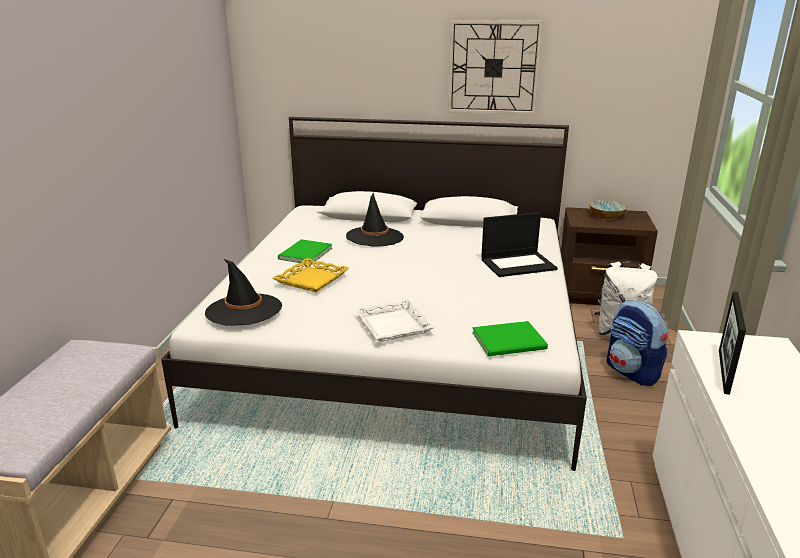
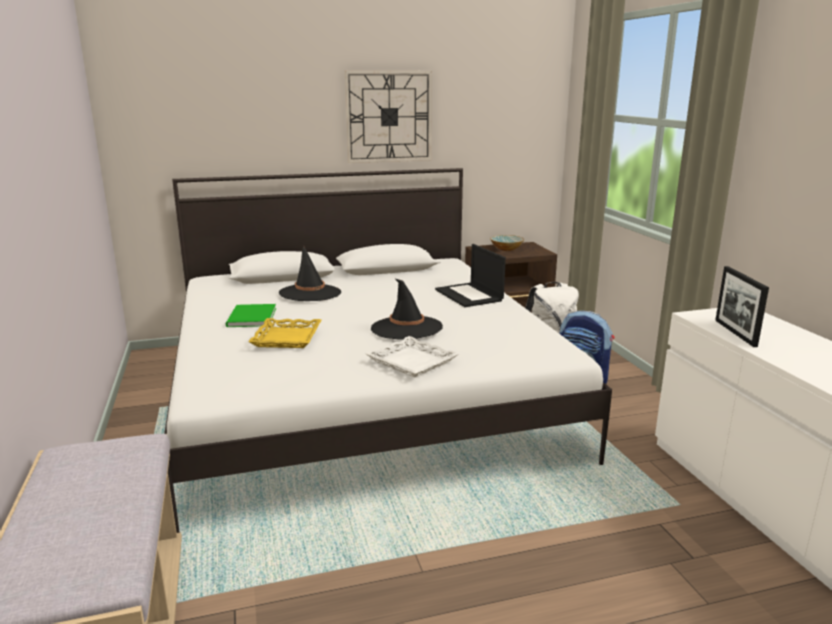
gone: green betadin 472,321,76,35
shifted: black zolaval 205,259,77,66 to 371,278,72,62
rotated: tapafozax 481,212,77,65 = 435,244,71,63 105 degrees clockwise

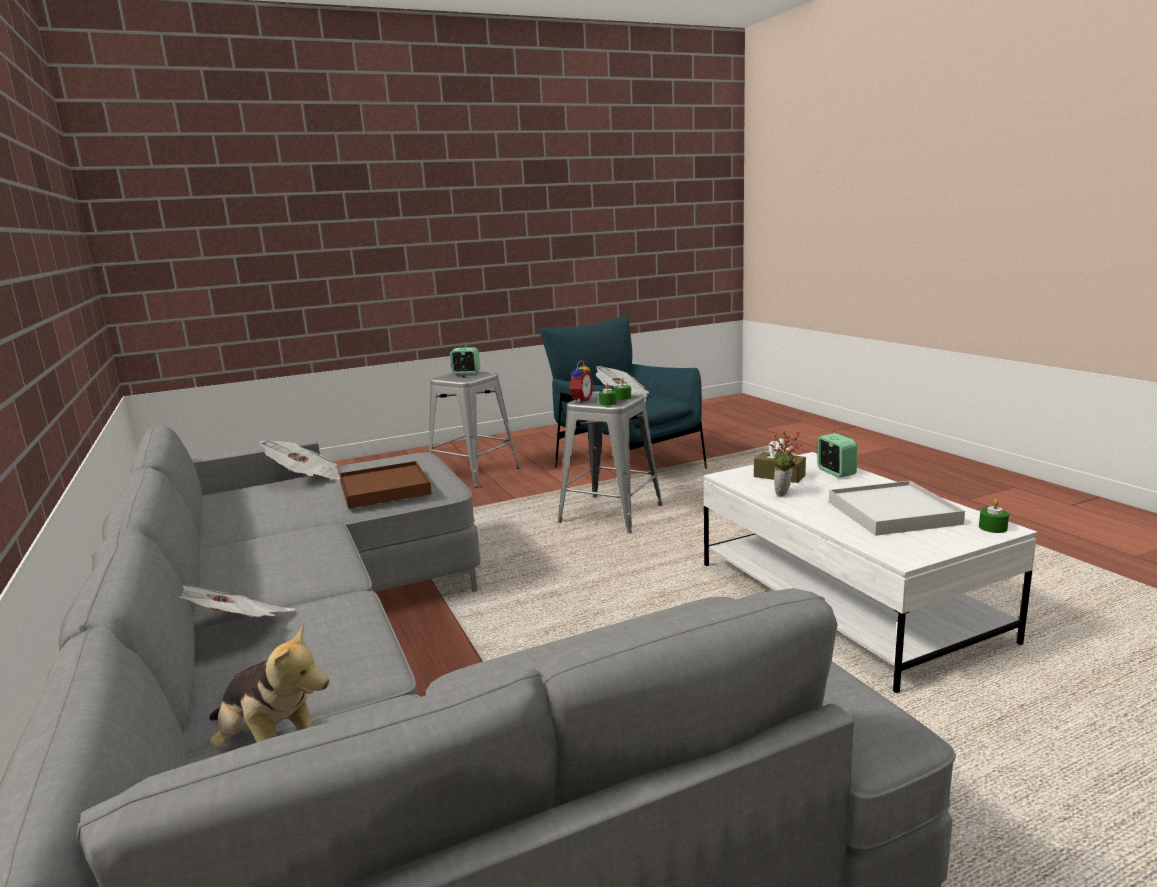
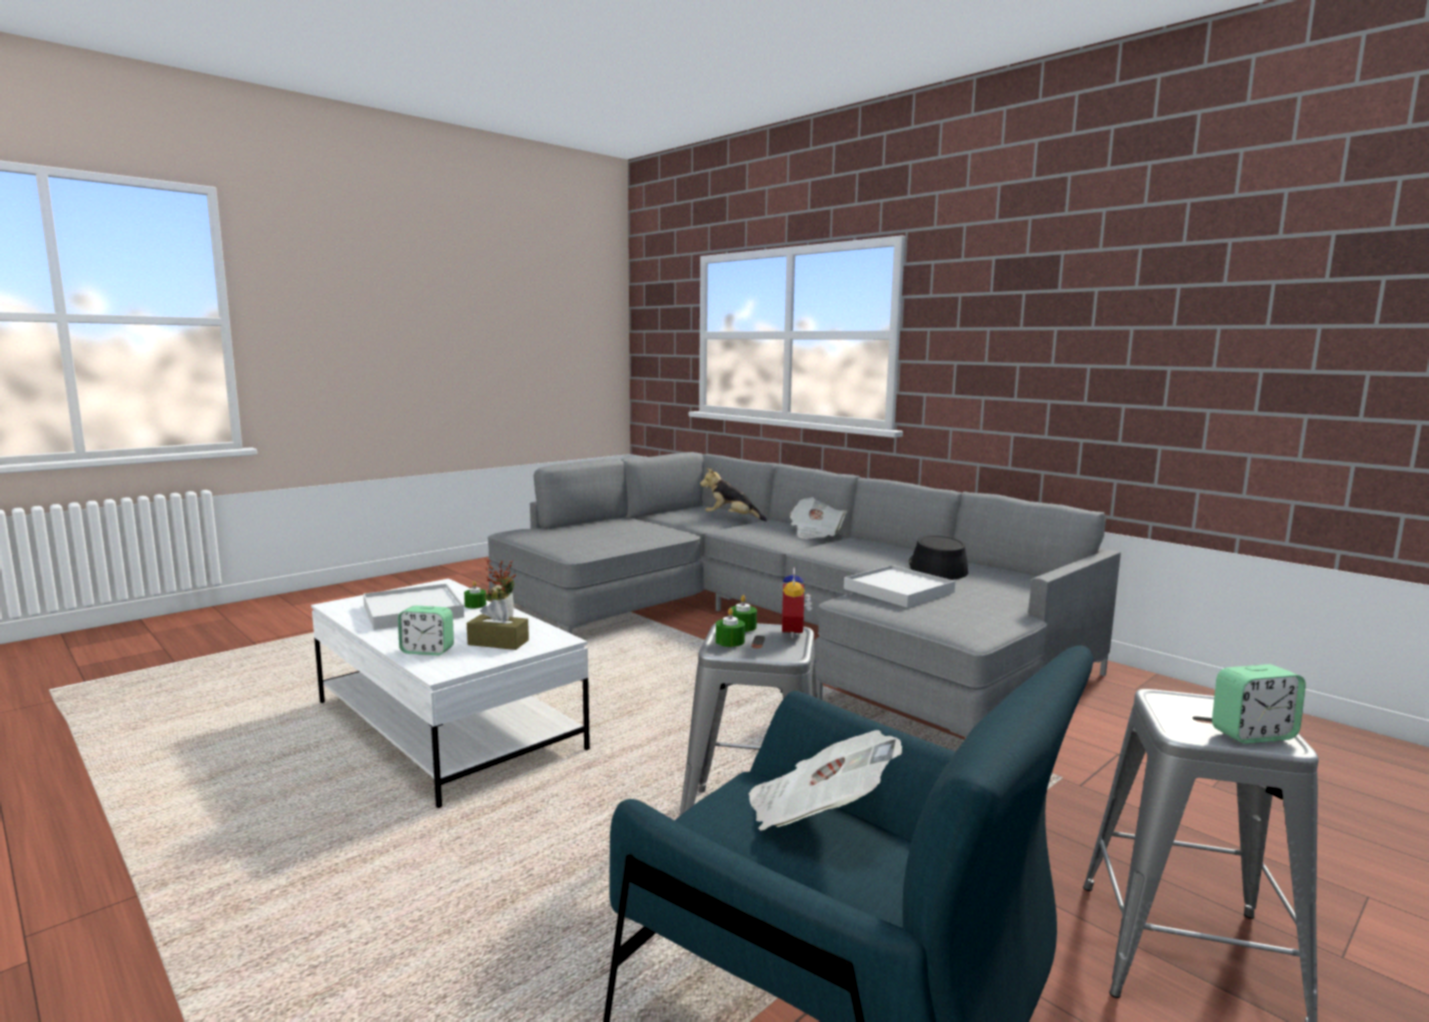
gone: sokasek 259,441,81,38
new: black zolaval 908,535,60,45
shifted: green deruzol 979,499,30,34 to 464,581,22,28
repainted: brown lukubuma 339,461,93,48 to white lukubuma 844,565,111,43
rotated: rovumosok 818,433,39,45 = 398,606,56,49 45 degrees counterclockwise

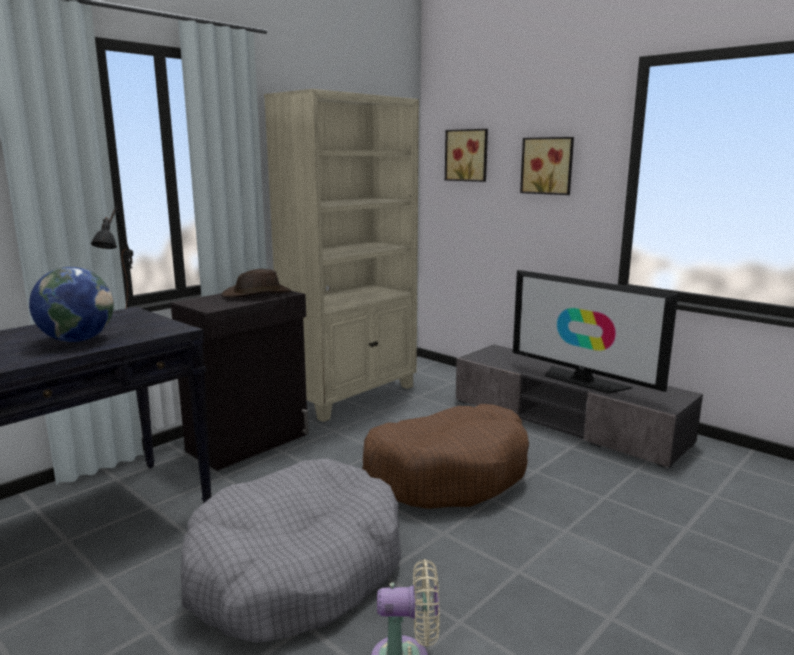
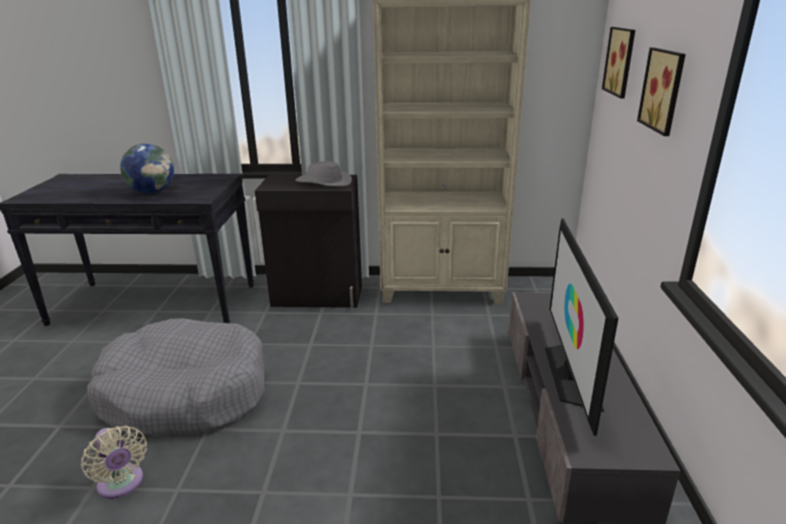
gone: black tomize 91,207,42,100; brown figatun 362,404,167,105
repainted: brown zolaval 221,269,70,29 to grey zolaval 296,161,56,25

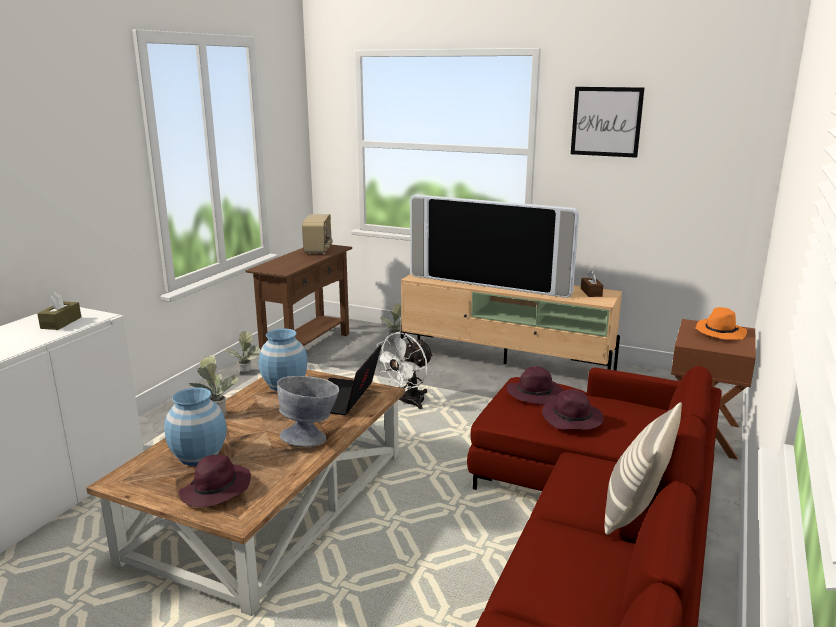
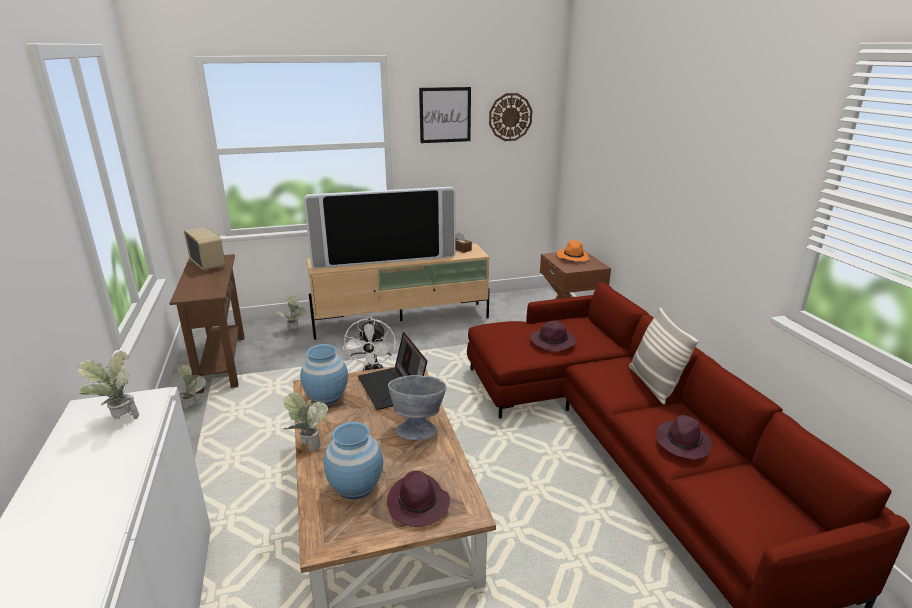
new: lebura 489,93,43,48
shifted: purple zolaval 507,366,57,39 to 656,415,56,44
swapped: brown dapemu 37,292,44,38 to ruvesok 78,351,61,69

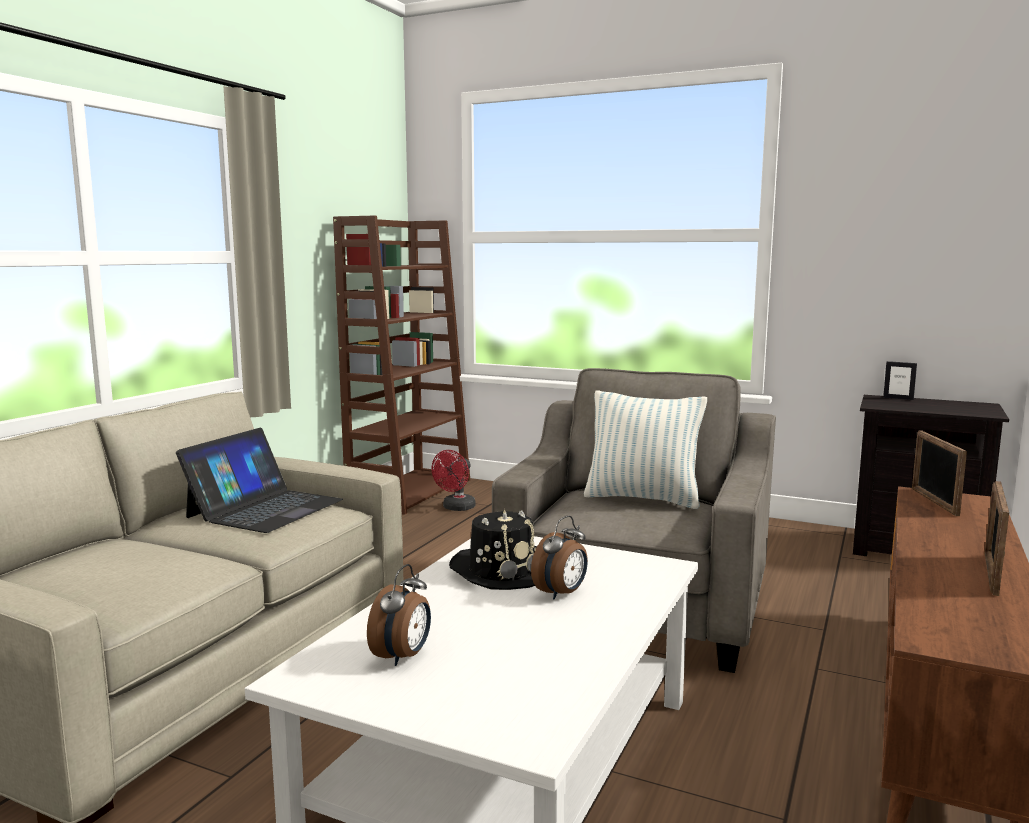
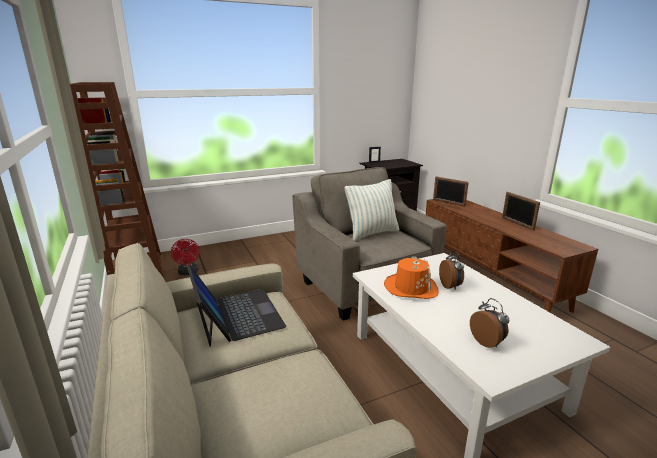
repainted: black zolaval 449,509,88,81 to orange zolaval 384,256,55,43

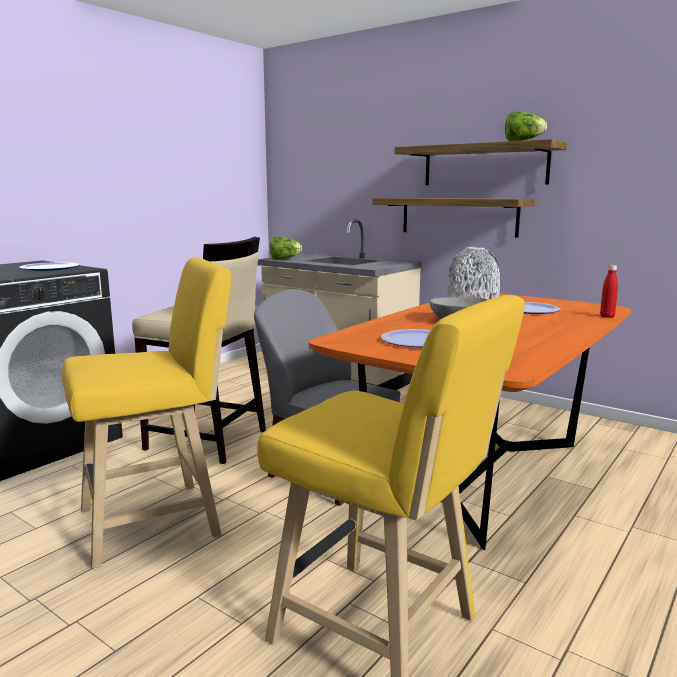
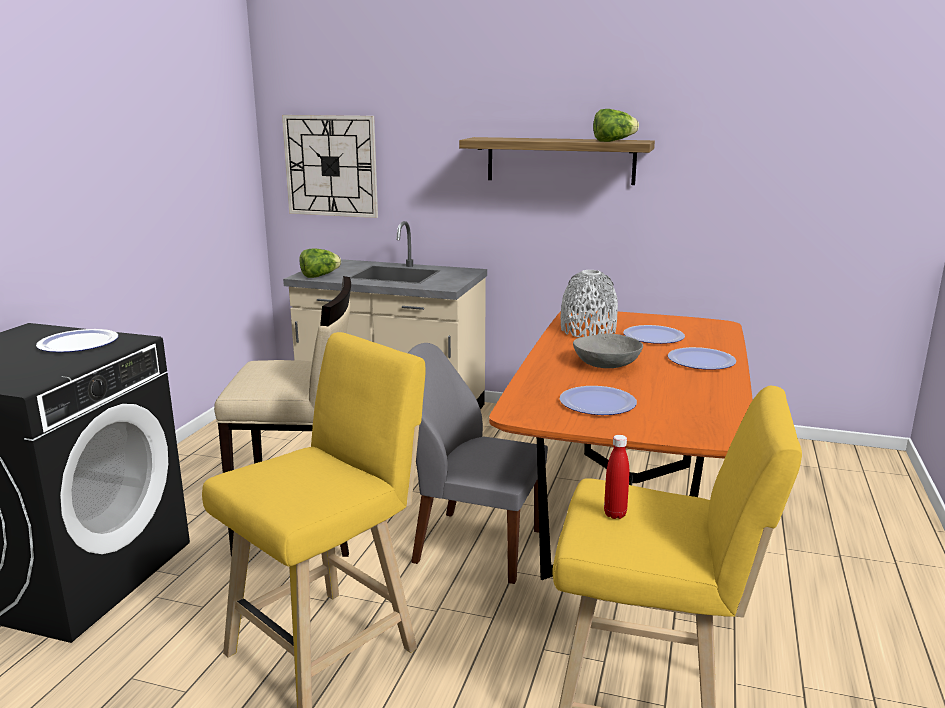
gone: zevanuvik 373,198,162,40
new: lebura 282,115,96,103; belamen 668,347,68,23
shifted: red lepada 600,265,18,53 to 604,435,25,84

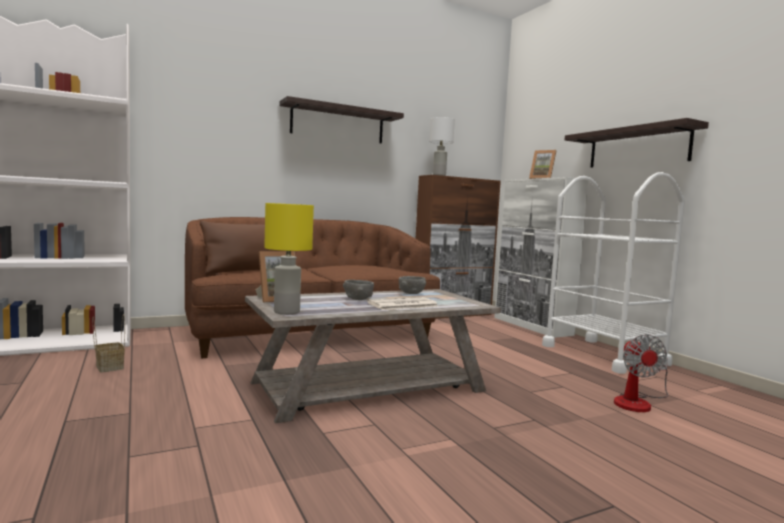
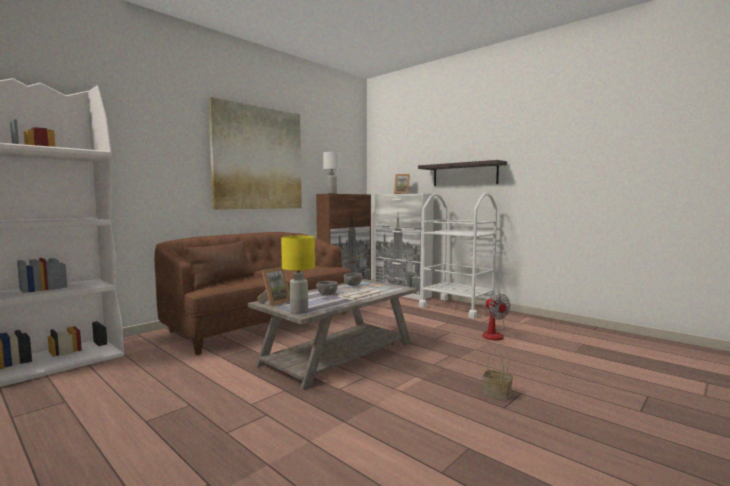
shifted: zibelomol 92,314,33,58 to 482,344,31,56
swapped: zevanuvik 279,96,125,48 to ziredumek 208,97,94,113

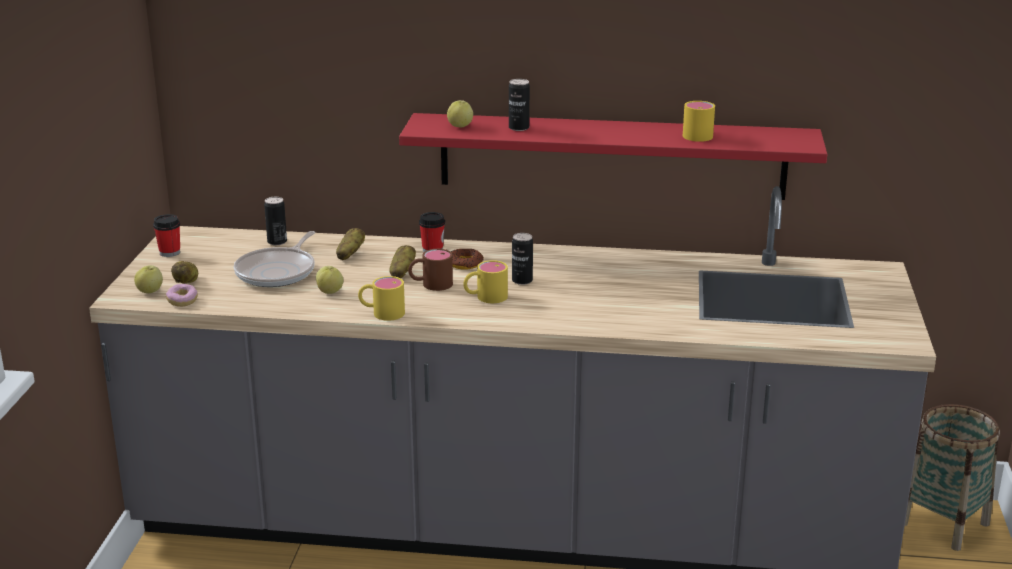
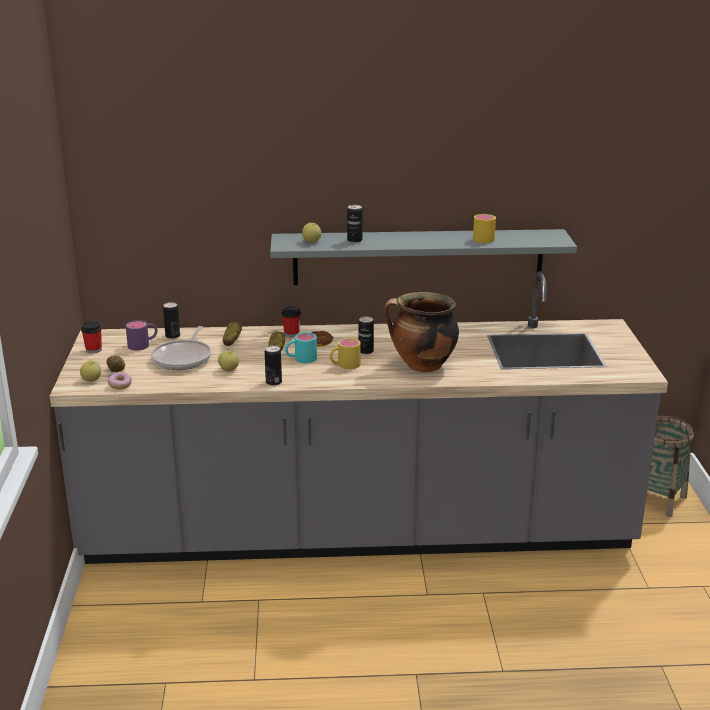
new: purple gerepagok 126,320,31,30; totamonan 384,292,75,80
swapped: yellow gerepagok 358,276,47,45 to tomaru 265,345,17,41
repainted: red zevanuvik 399,113,428,87 to grey zevanuvik 270,229,307,56; brown gerepagok 408,249,45,42 to turquoise gerepagok 285,332,32,31

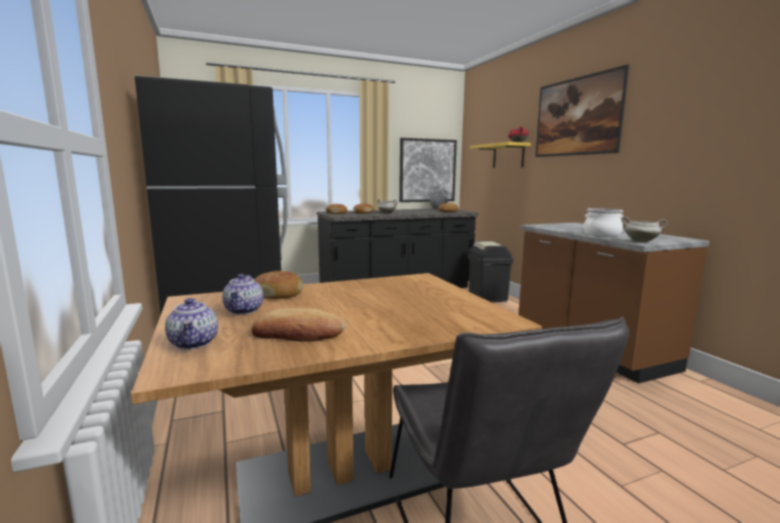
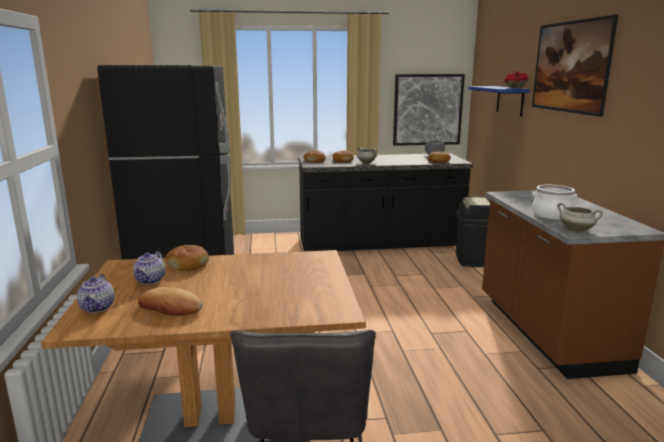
repainted: yellow zevanuvik 470,142,61,26 to blue zevanuvik 469,86,61,31

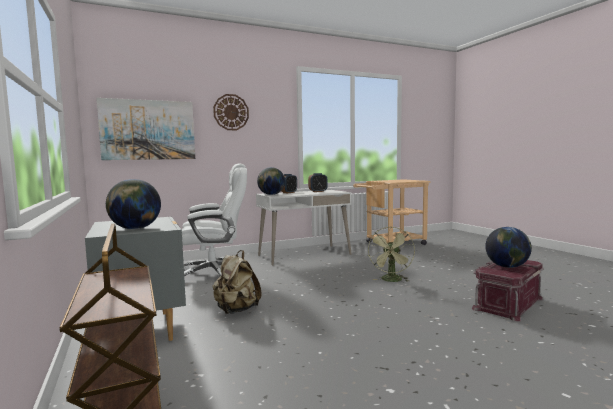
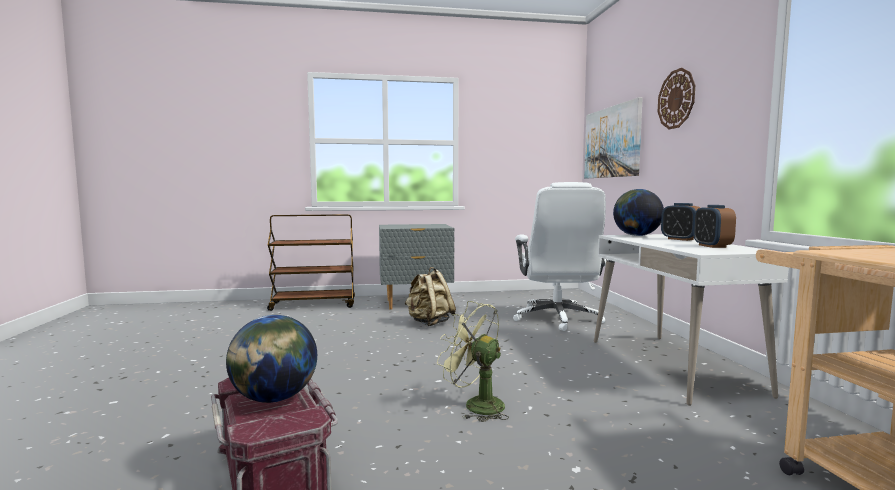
gone: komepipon 106,179,55,50

